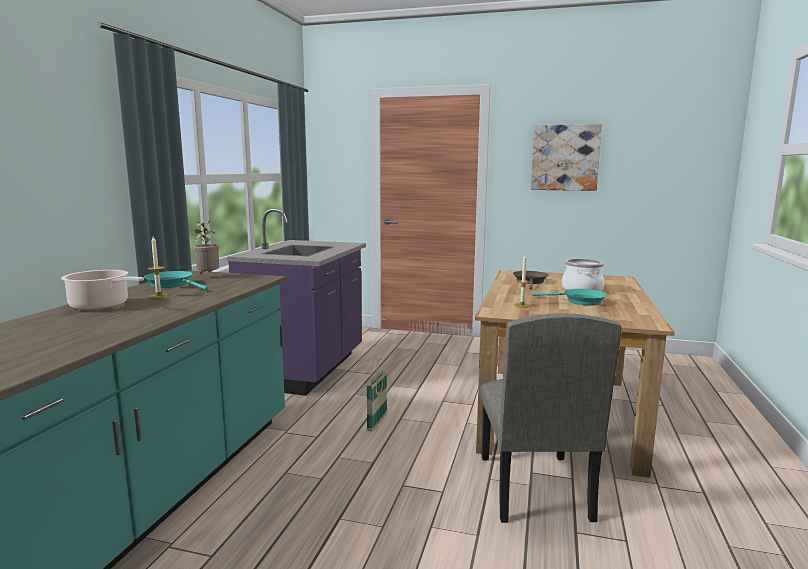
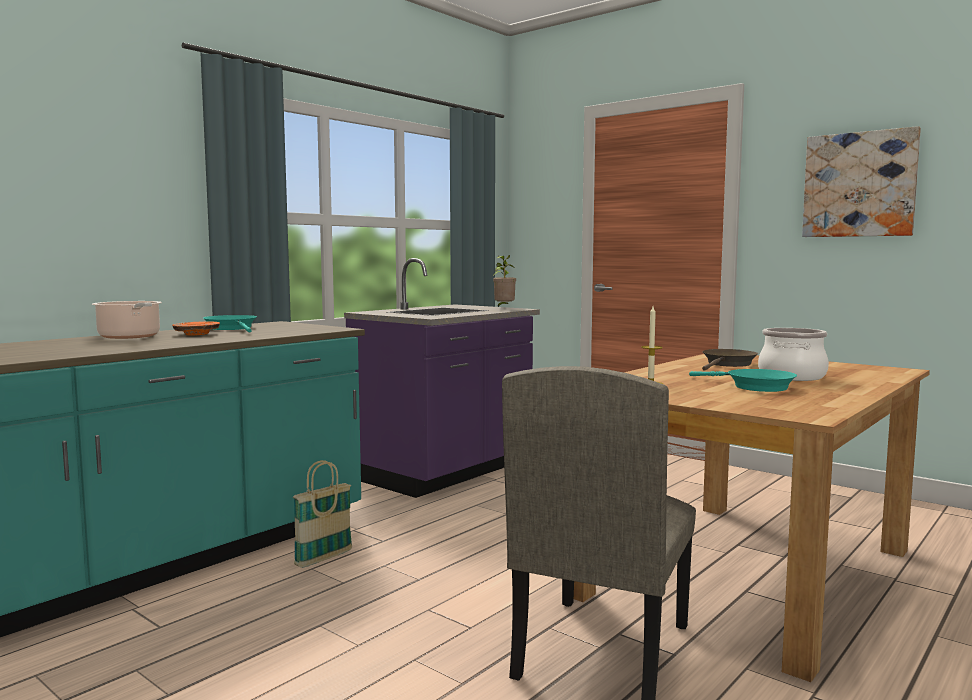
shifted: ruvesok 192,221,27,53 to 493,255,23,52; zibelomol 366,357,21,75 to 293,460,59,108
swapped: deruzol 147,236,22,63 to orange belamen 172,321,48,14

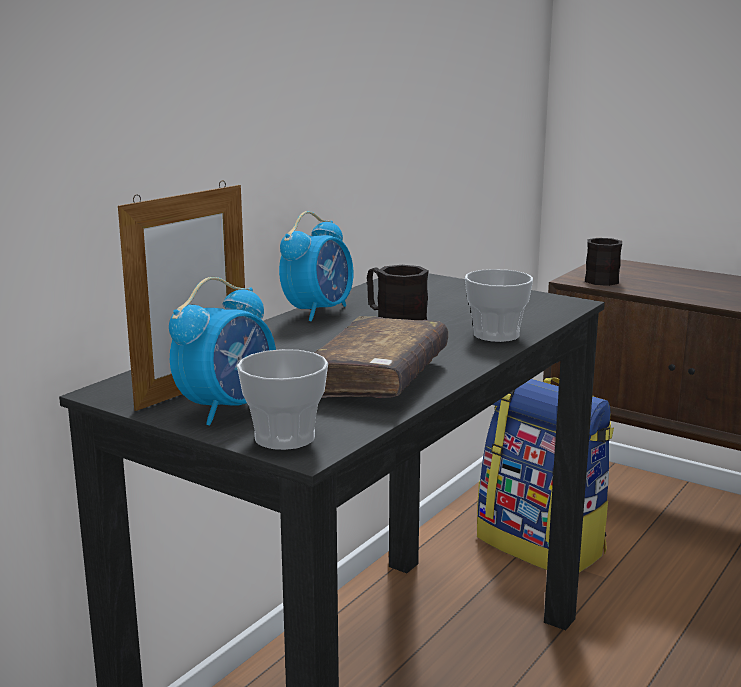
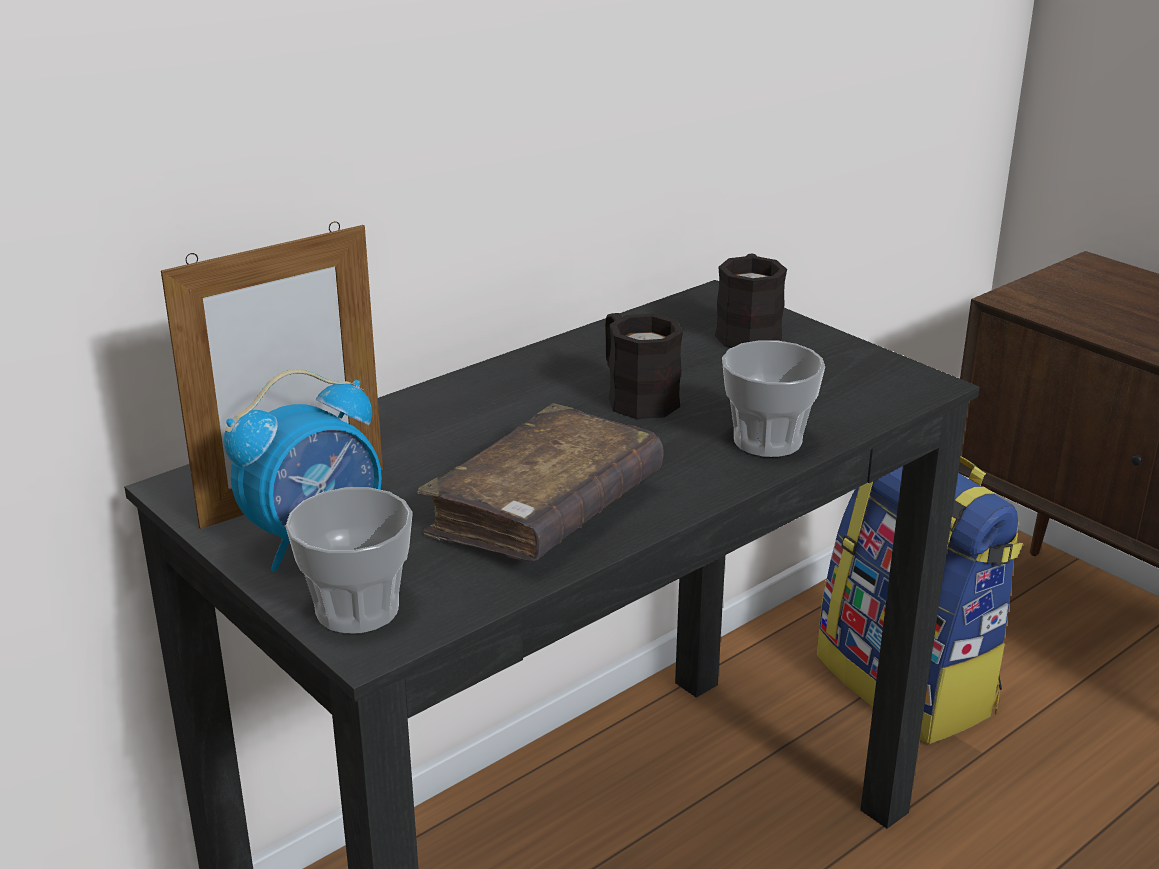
gone: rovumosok 279,211,74,110
shifted: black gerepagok 585,238,37,48 to 715,254,72,94

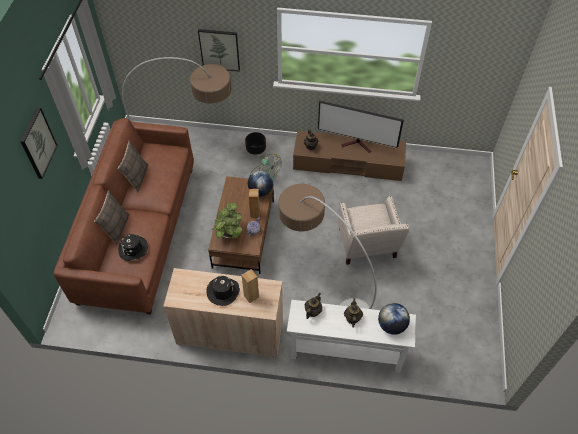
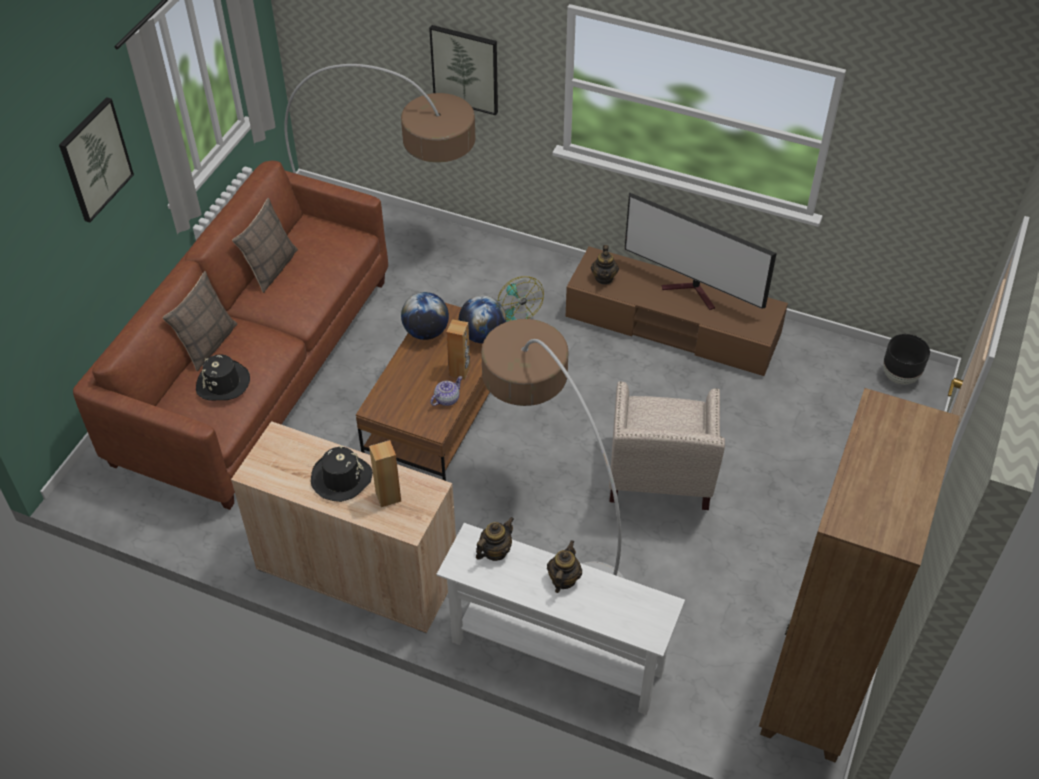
gone: ruvesok 211,202,31,37
new: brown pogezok 759,388,201,375
shifted: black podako 245,132,21,26 to 883,334,47,51; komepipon 378,303,32,32 to 401,292,48,48

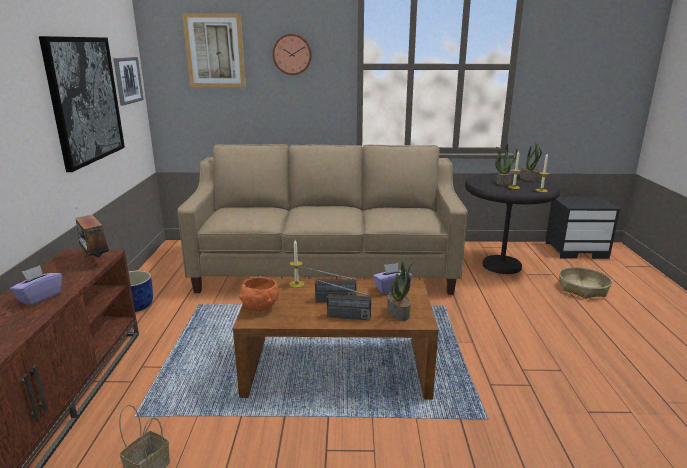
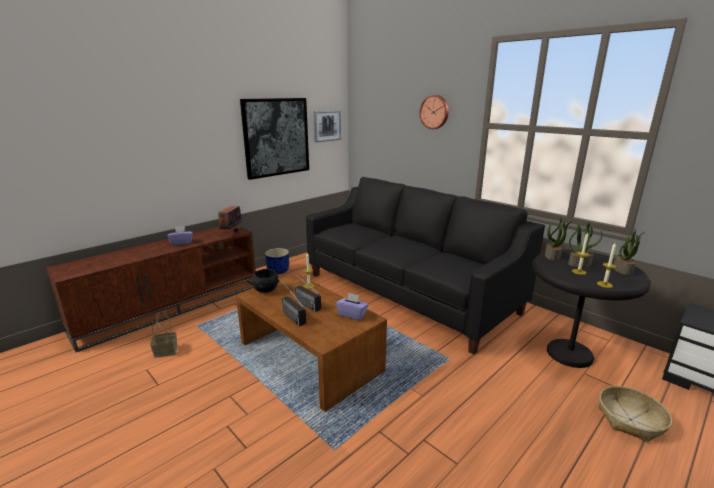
gone: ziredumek 182,13,64,74
shifted: ruvesok 387,260,28,61 to 545,217,26,44
repainted: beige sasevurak 178,144,290,151 to black sasevurak 306,177,239,178; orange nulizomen 239,277,40,34 to black nulizomen 252,269,27,24

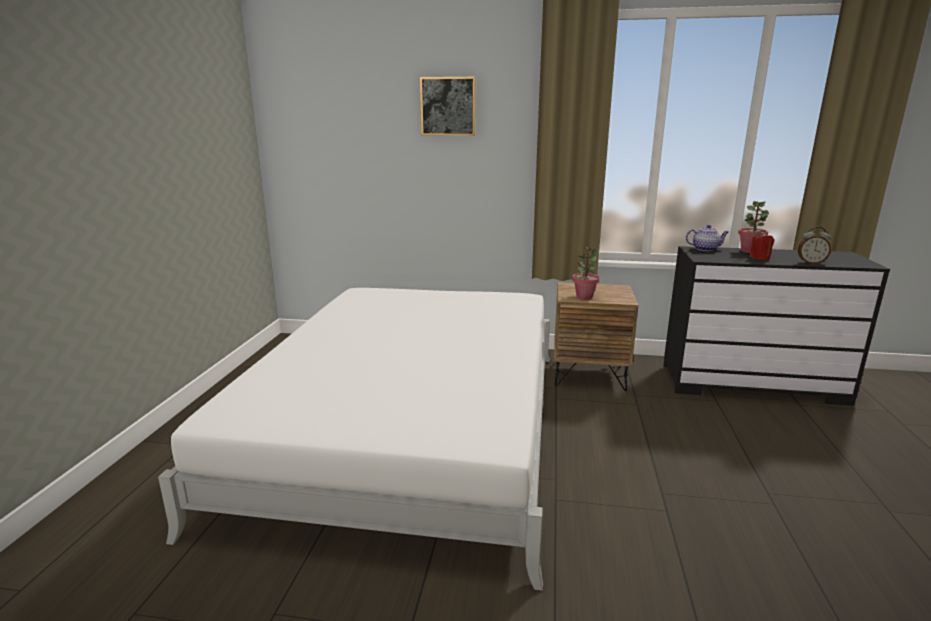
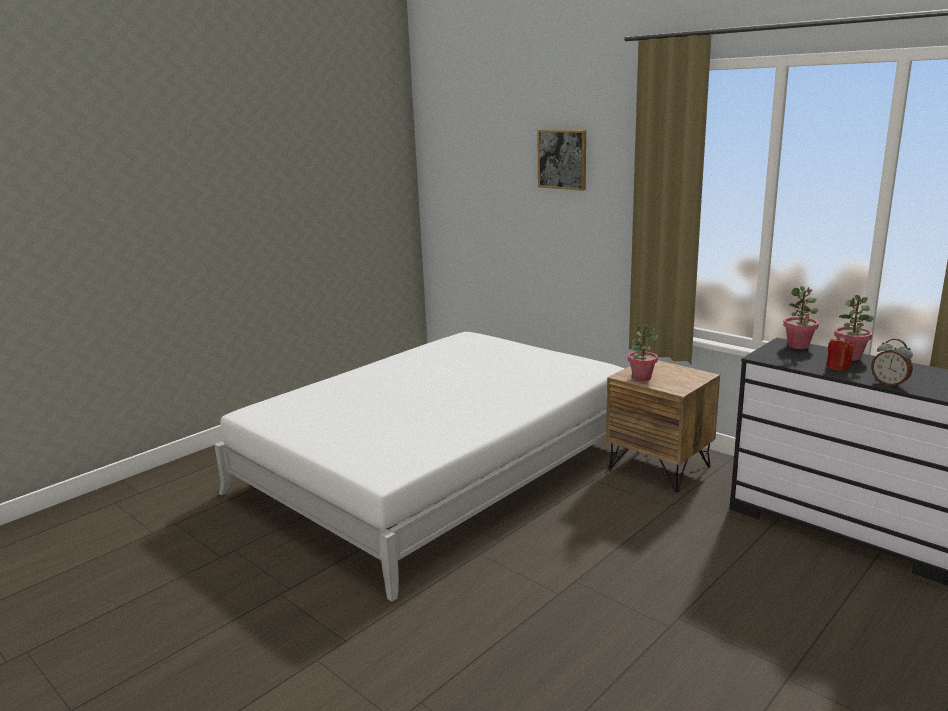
swapped: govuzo 686,225,43,26 to ruvesok 783,286,36,63

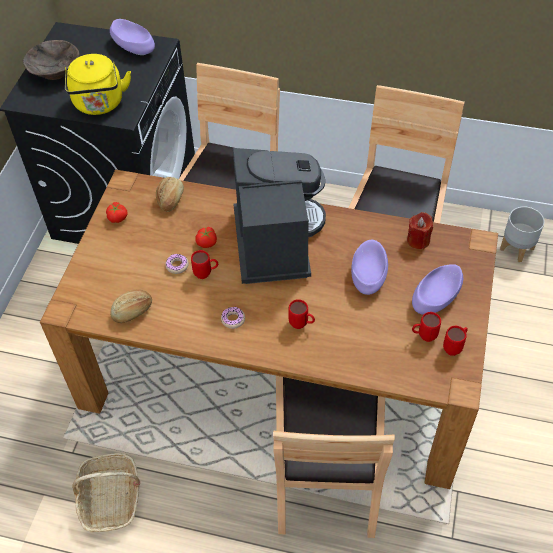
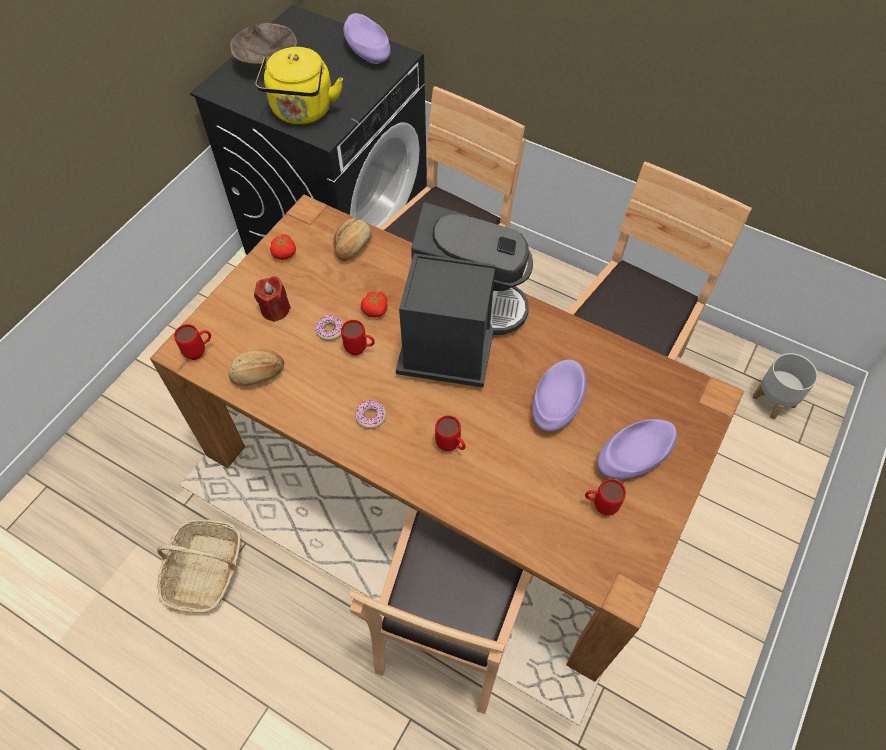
shifted: red deruzol 407,212,26,37 to 254,276,37,46; red gerepagok 443,326,25,30 to 174,324,37,36

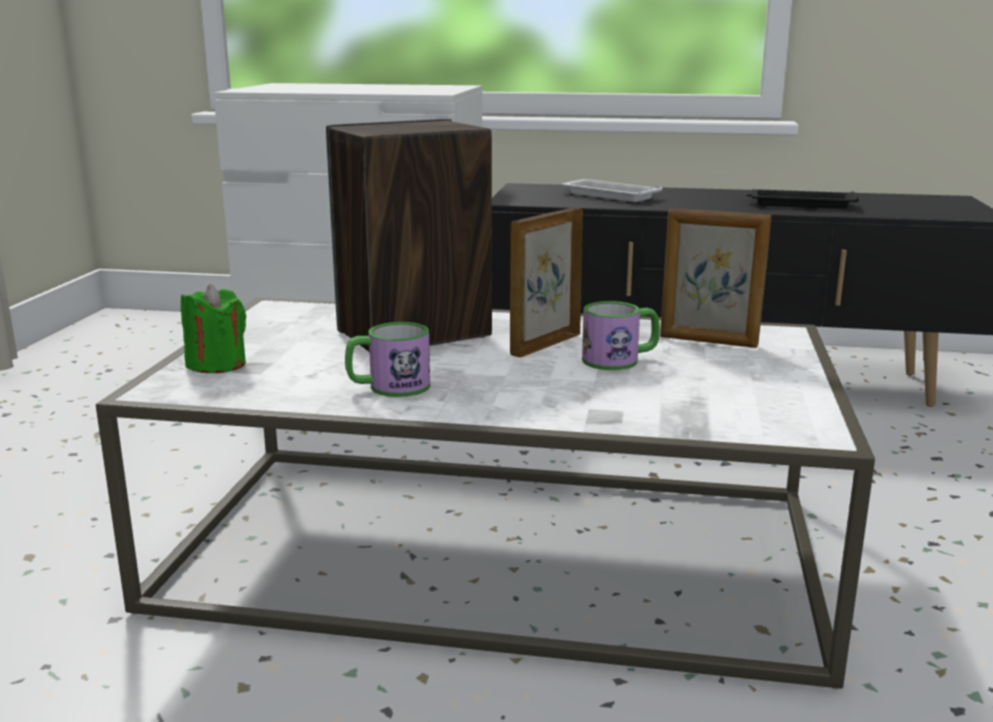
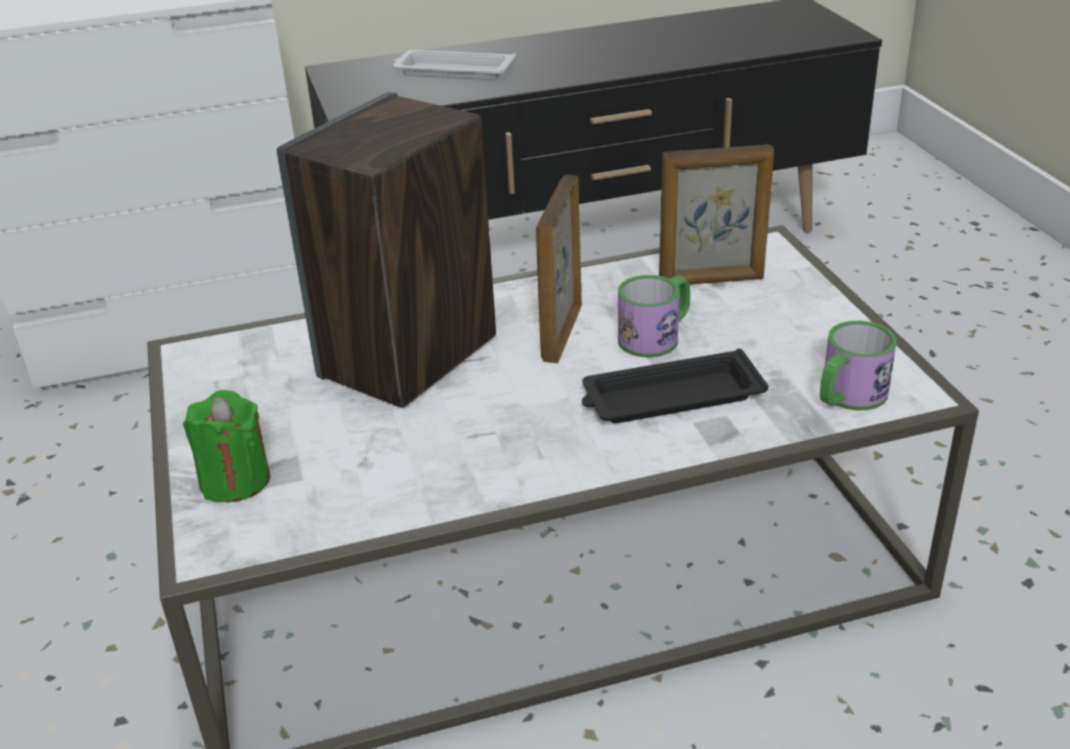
shifted: gerepagok 345,322,85,75 to 820,321,77,90; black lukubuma 746,189,113,20 to 582,348,186,75

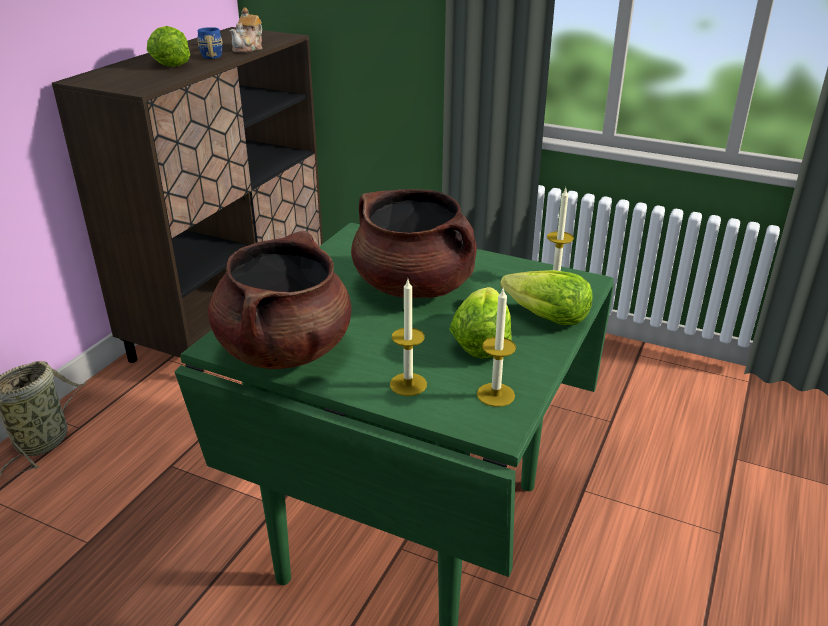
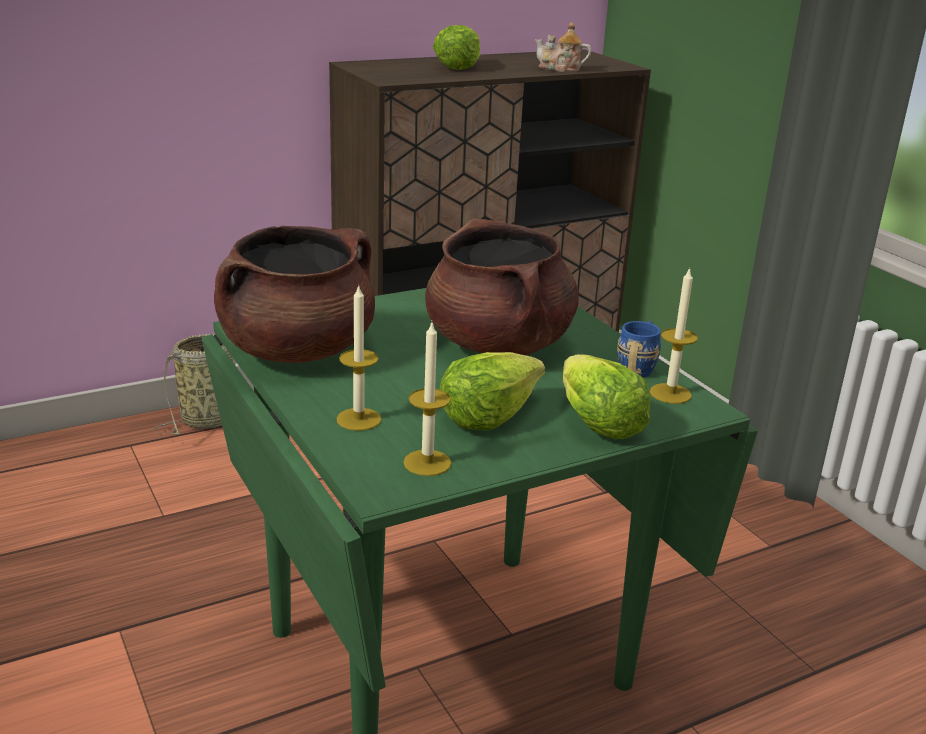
shifted: blue gerepagok 198,27,25,32 to 617,321,44,56
rotated: govuzo 230,7,33,46 = 535,22,56,50 45 degrees clockwise

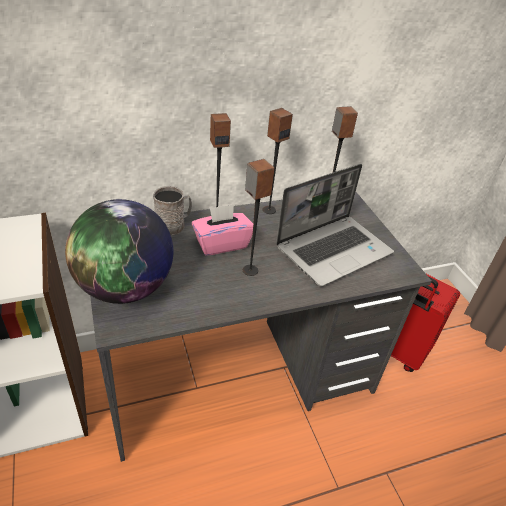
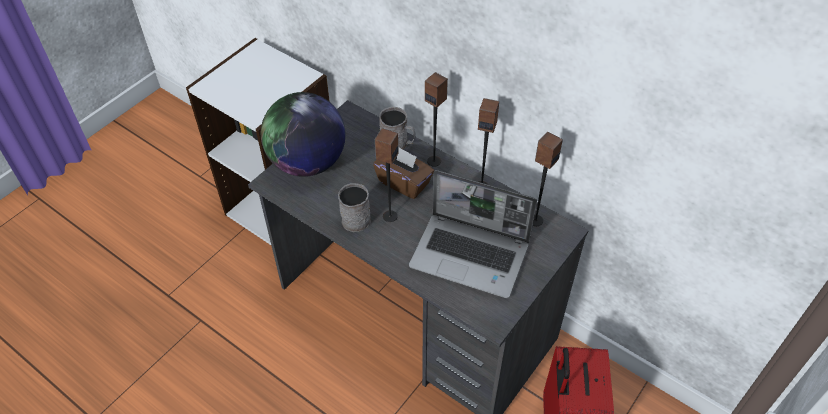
new: grey gerepagok 338,183,33,49
repainted: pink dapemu 192,204,61,52 to brown dapemu 373,146,61,53

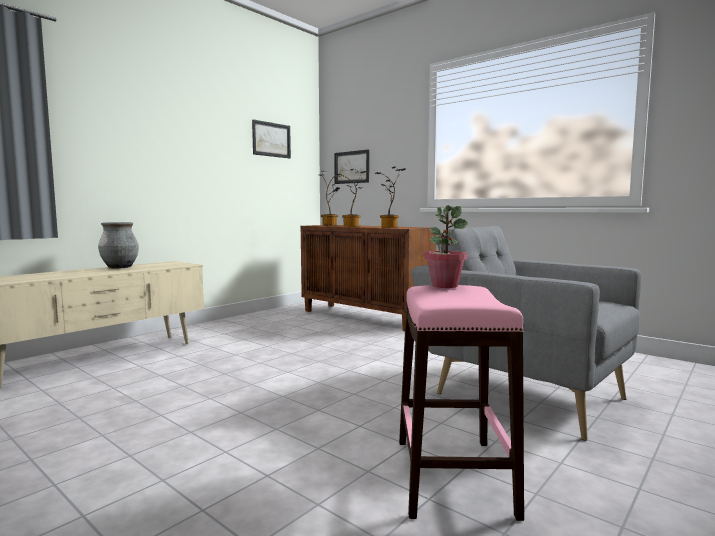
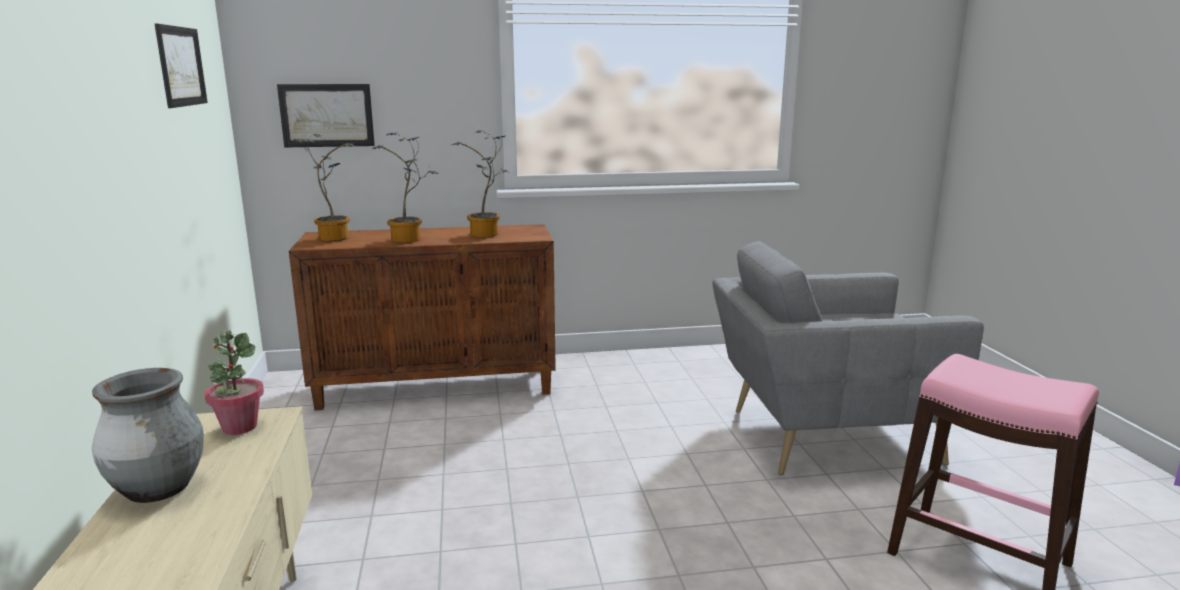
shifted: ruvesok 424,205,44,83 to 204,330,60,105

